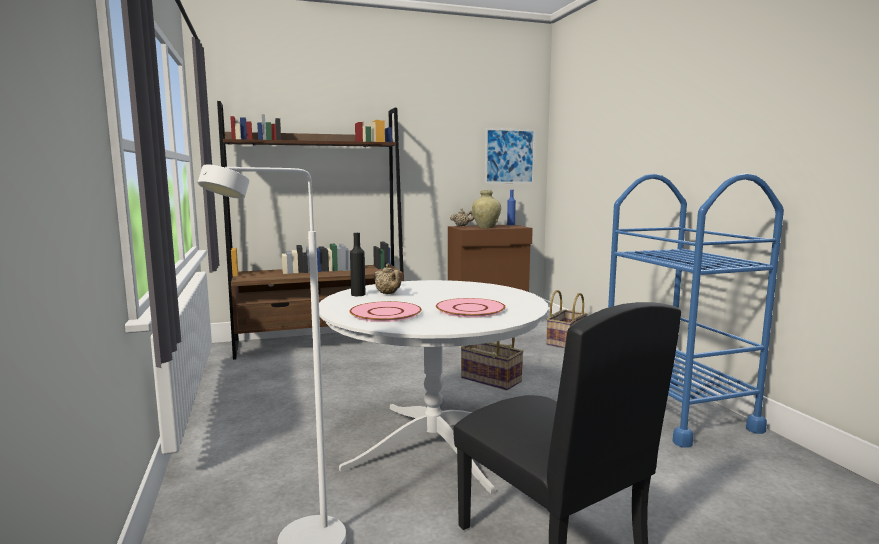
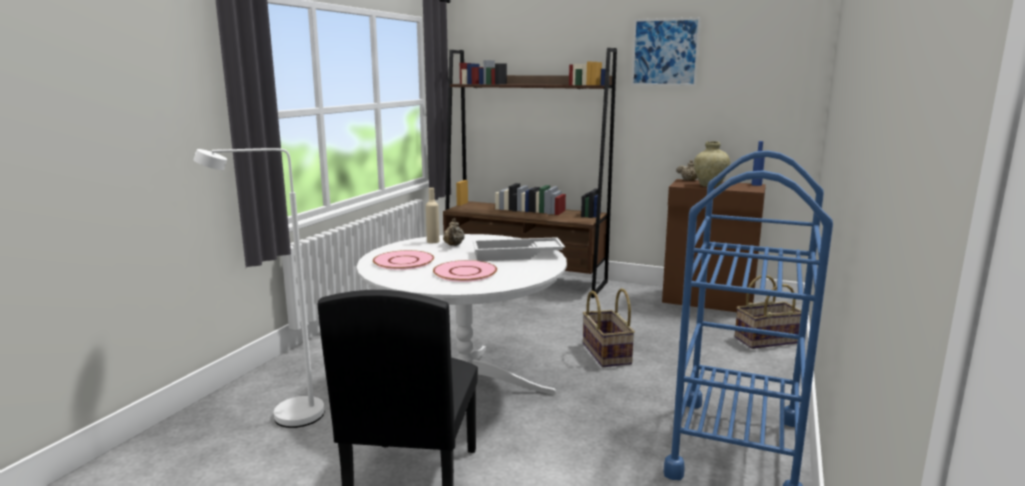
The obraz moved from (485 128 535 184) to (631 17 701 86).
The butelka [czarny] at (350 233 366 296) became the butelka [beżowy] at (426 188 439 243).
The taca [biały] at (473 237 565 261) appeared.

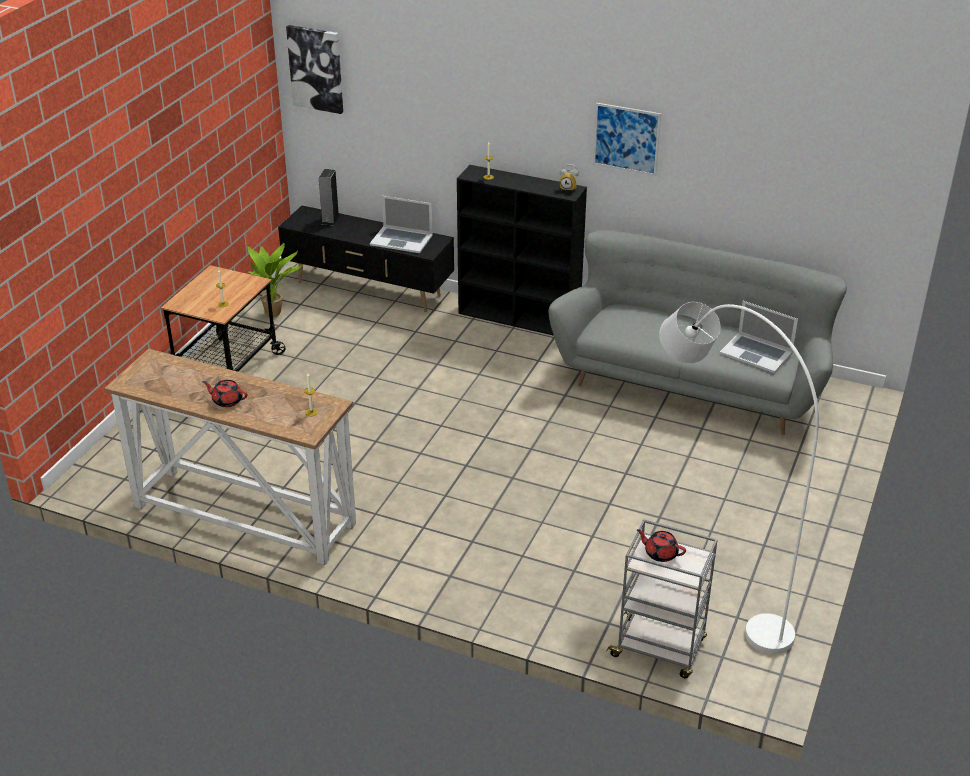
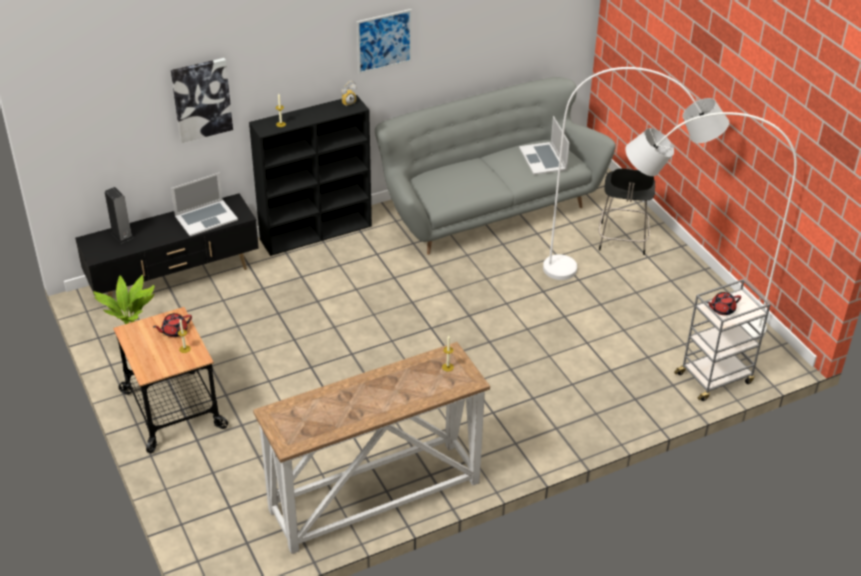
The obraz moved from (286 25 343 114) to (171 58 233 143).
The laptop at (720 301 798 373) turned 90 degrees clockwise.
The imbryk [czerwony] moved from (202 380 247 407) to (153 313 192 337).
The lampa stojąca [biały] at (543 67 729 280) appeared.
The stołek [czarny] at (598 168 655 255) appeared.

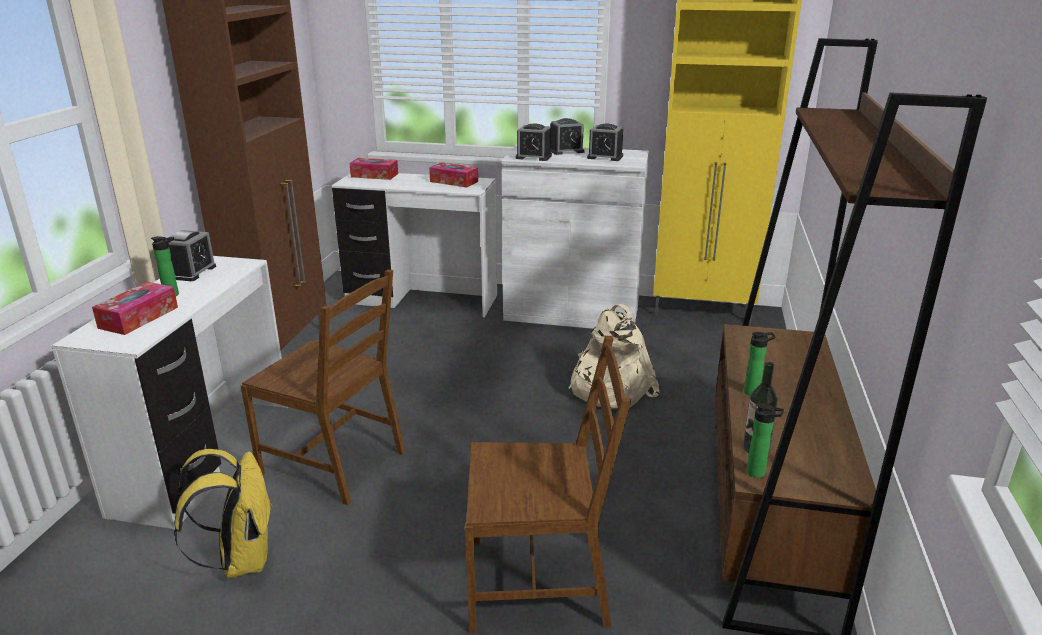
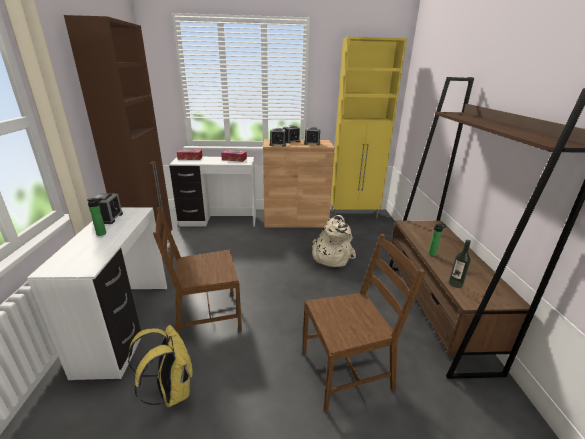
The szafka [biały] at (501 144 649 329) became the szafka [brązowy] at (263 139 335 228).
The krzesło [brązowy] at (241 269 405 505) turned 150 degrees clockwise.
The pudełko chusteczek at (92 282 178 335) disappeared.
The butelka at (746 403 784 478) disappeared.

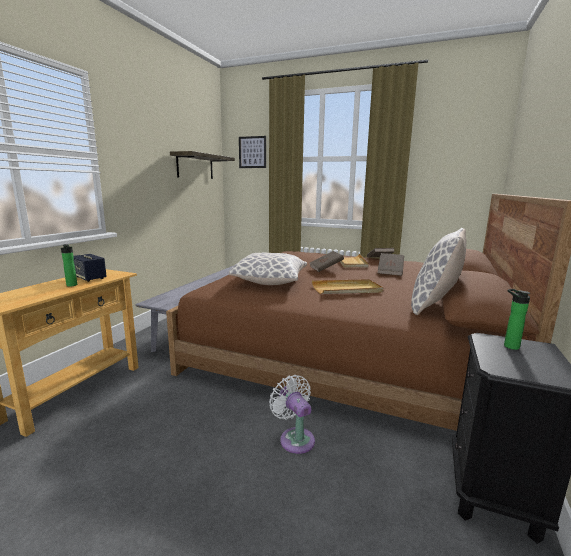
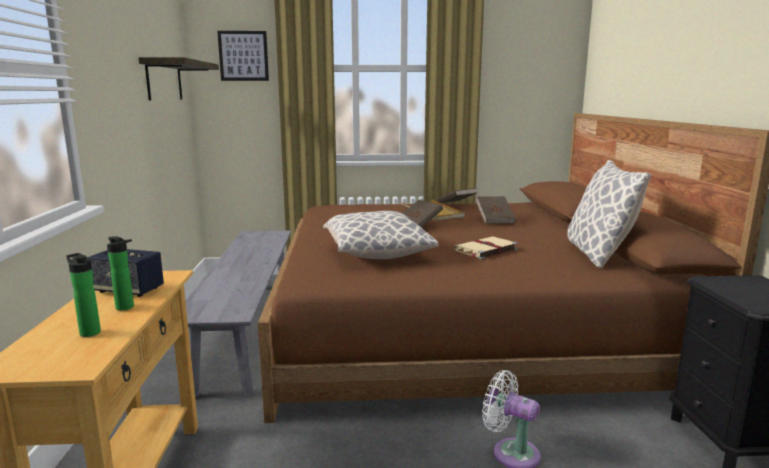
The taca [beżowy] at (312 279 383 294) was replaced by the książka [beżowy] at (454 236 518 259).
The butelka moved from (504 289 530 350) to (66 253 101 337).

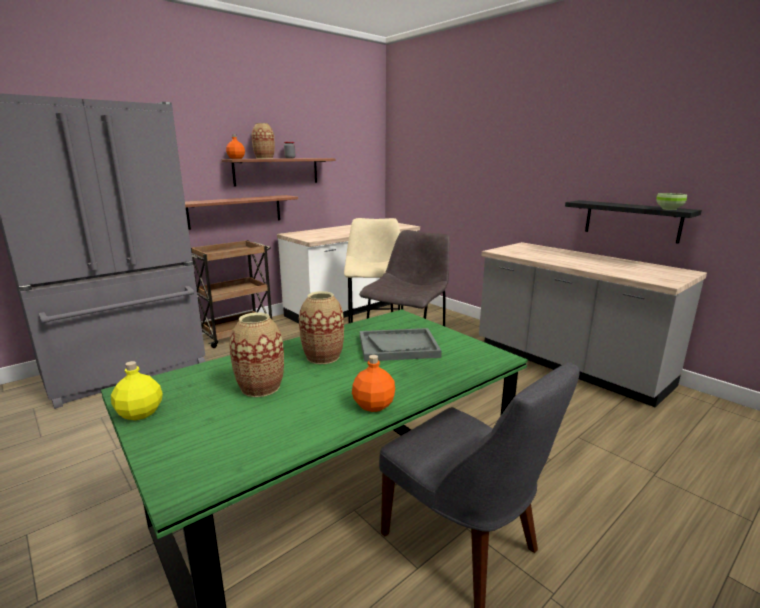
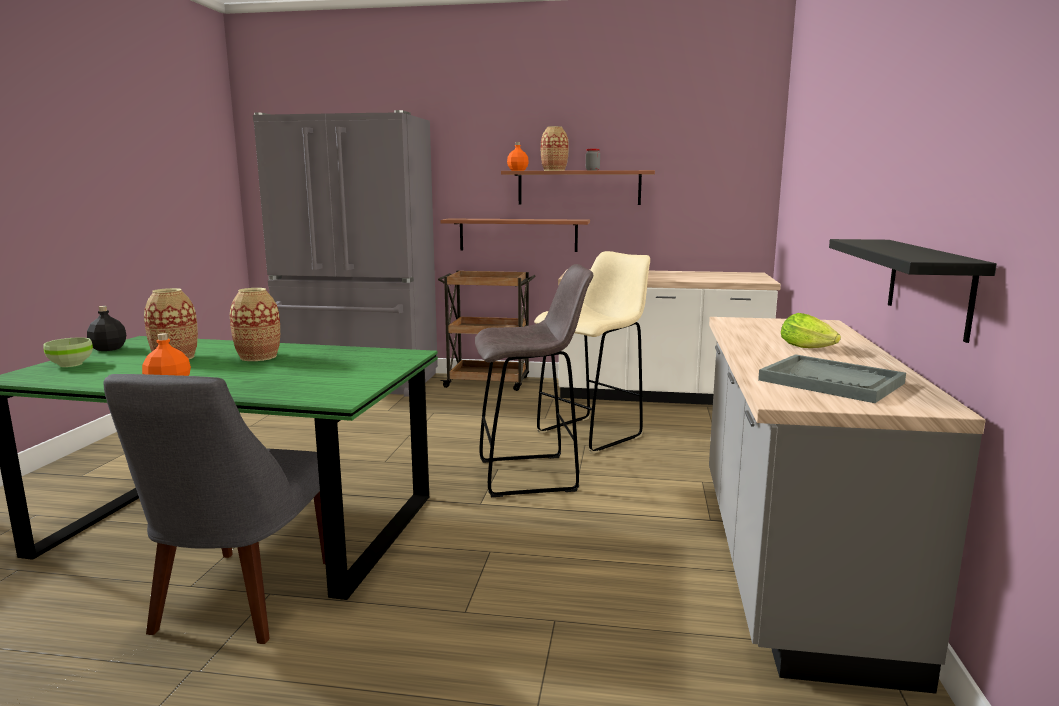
The miska [zielony] moved from (656 193 687 210) to (43 337 93 367).
The taca [szary] moved from (360 328 442 362) to (758 354 906 403).
The butelka [żółty] at (111 361 163 420) became the butelka [czarny] at (87 306 126 351).
The sałata at (781 313 841 348) appeared.

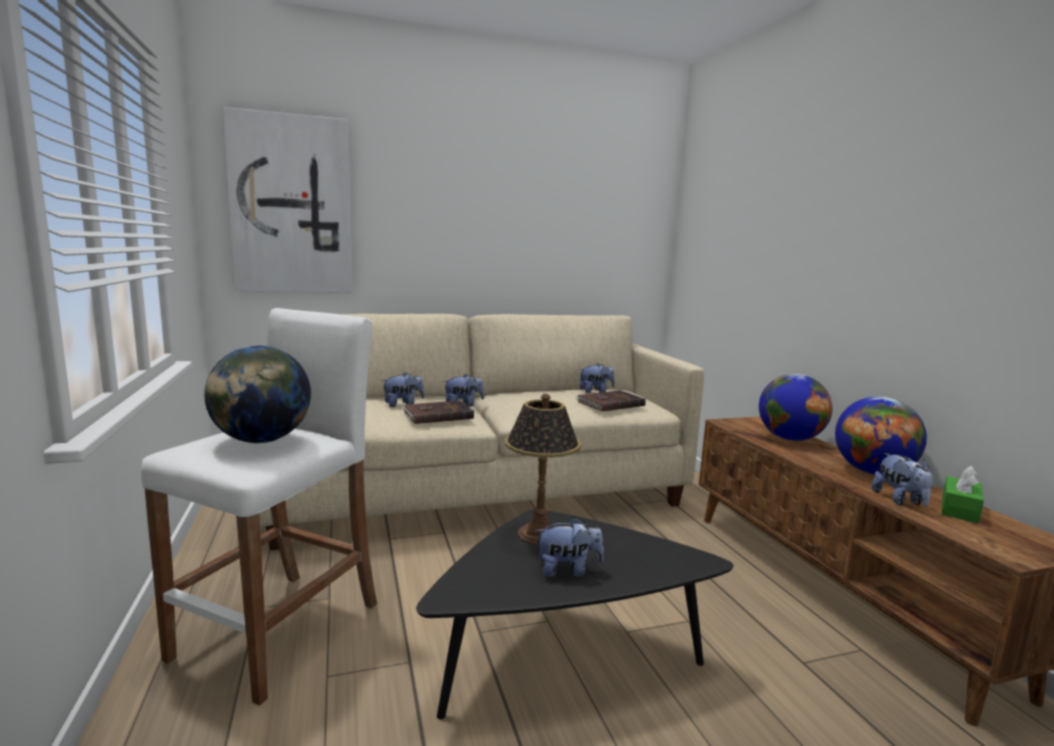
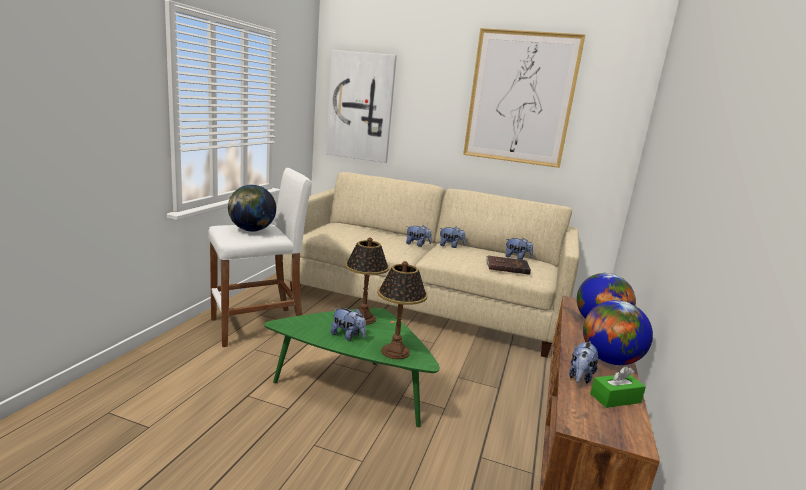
The pluszak moved from (381 373 425 407) to (439 227 466 248).
The książka [brązowy] at (403 401 474 424) disappeared.
The ława [czarny] at (416 509 734 720) became the ława [zielony] at (264 308 440 427).
The obraz at (463 28 586 168) appeared.
The lampa stołowa at (377 261 428 359) appeared.

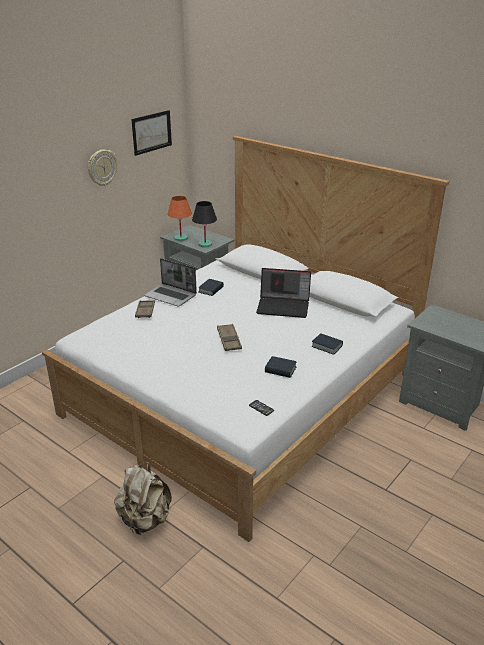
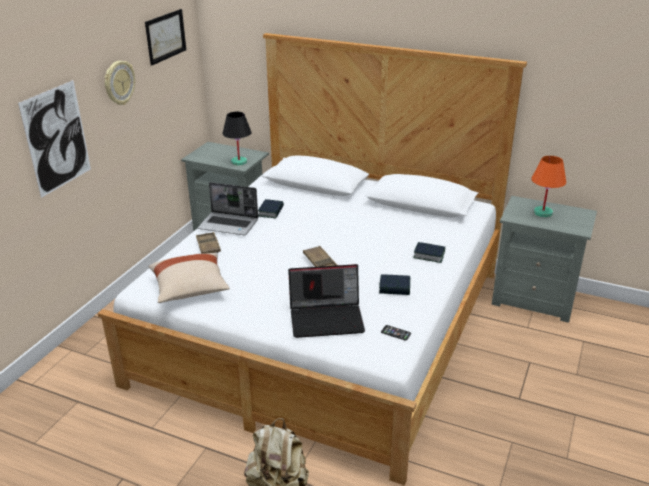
The lampa stołowa [pomarańczowy] moved from (168 196 192 241) to (531 156 566 217).
The laptop moved from (256 268 311 318) to (288 264 365 338).
The obraz at (18 80 91 198) appeared.
The poduszka [beżowy] at (149 253 230 303) appeared.

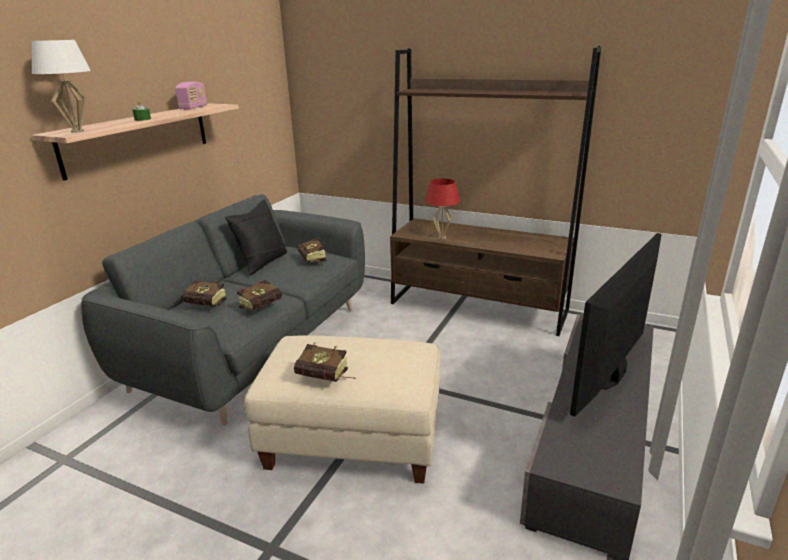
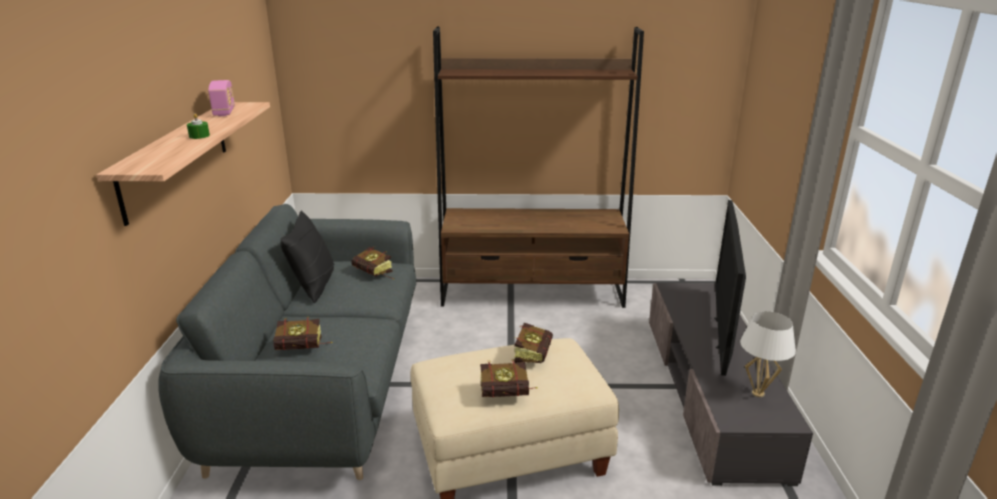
The lampa stołowa [biały] moved from (32 40 91 133) to (740 311 796 397).
The lampa stołowa [czerwony] at (425 179 460 239) disappeared.
The książka moved from (237 280 282 311) to (514 323 553 363).

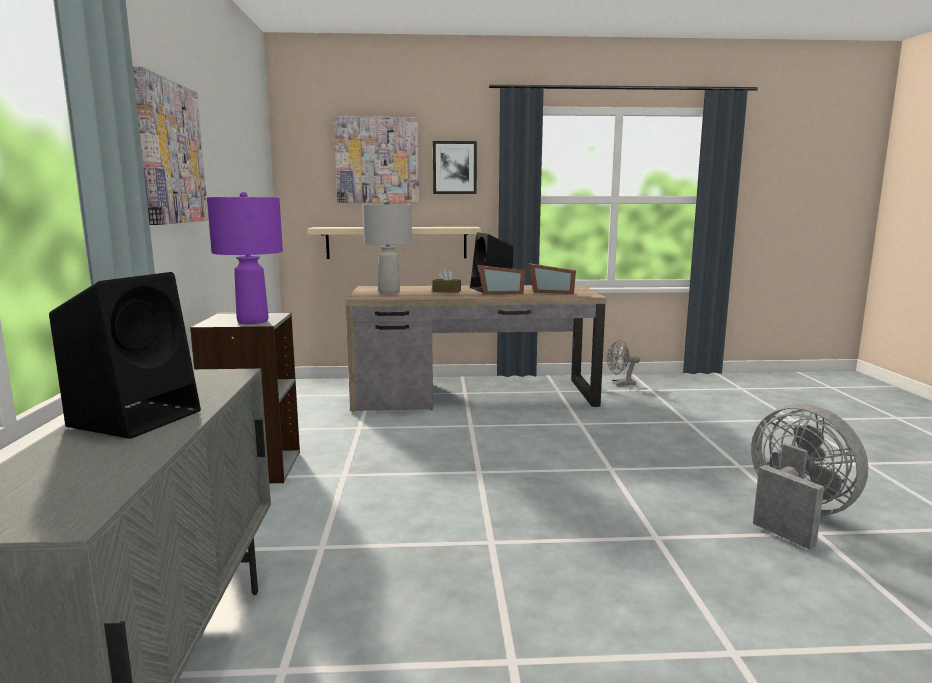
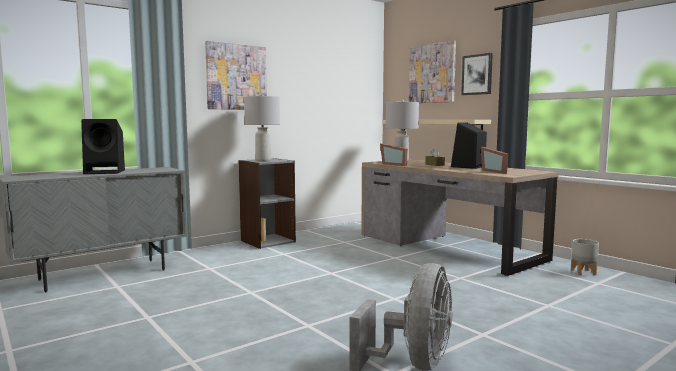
The lampa stołowa [fioletowy] at (207 192 283 324) became the lampa stołowa [szary] at (244 94 280 162).
The ramka na zdjęcie moved from (478 265 525 295) to (380 143 408 166).
The wentylator [szary] at (607 340 640 386) was replaced by the donica [szary] at (571 239 599 276).

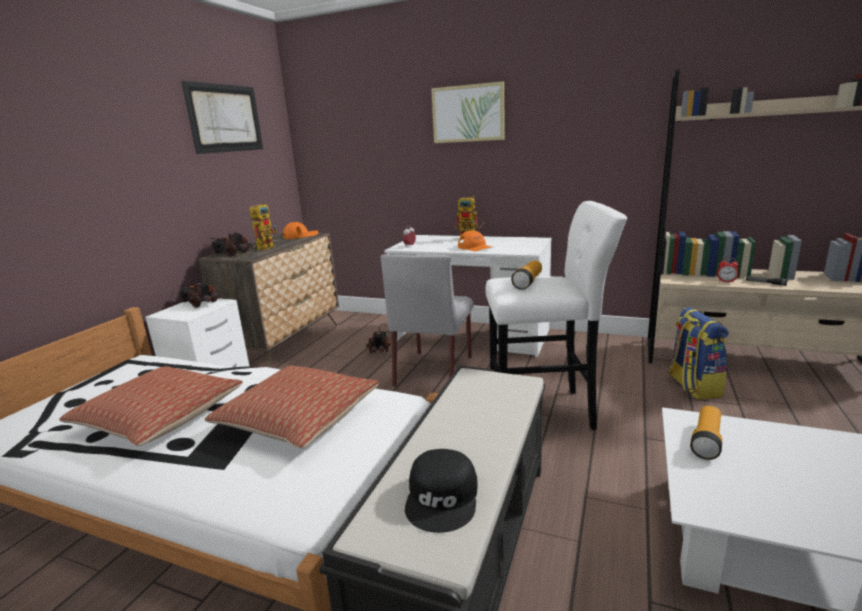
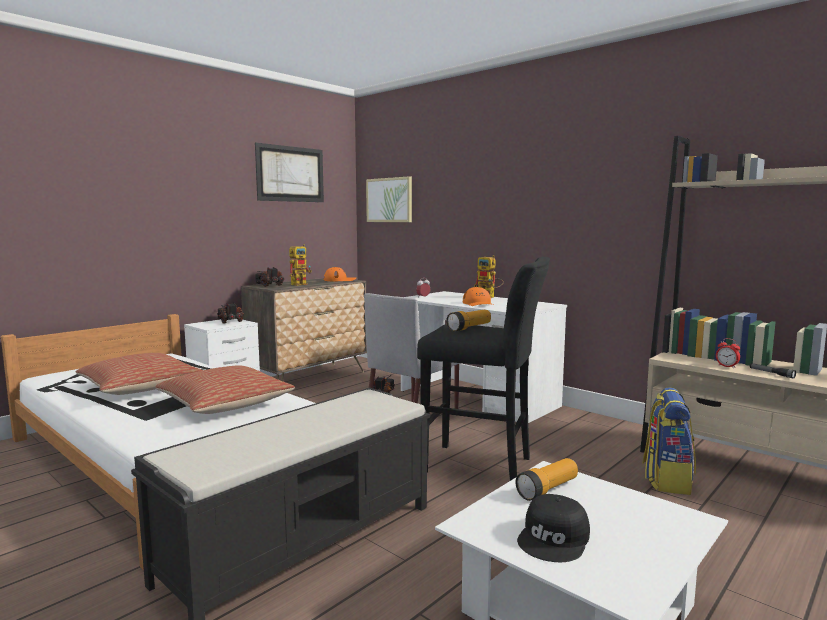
The obraz moved from (431 82 505 143) to (366 176 412 222).
The stołek [biały] at (485 201 627 430) became the stołek [czarny] at (417 257 550 481).
The czapka z daszkiem [czarny] moved from (405 449 478 533) to (517 494 590 562).

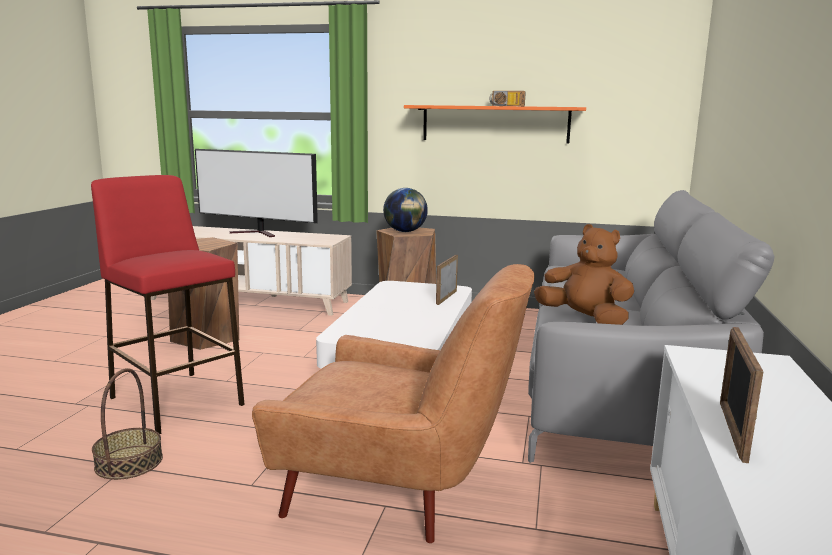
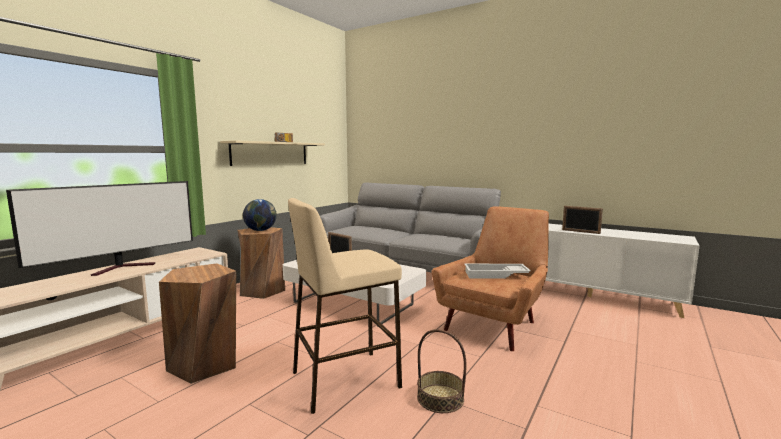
The półka [pomarańczowy] at (404 105 586 143) became the półka [beżowy] at (220 140 325 166).
The stołek [czerwony] at (91 175 245 434) became the stołek [beżowy] at (288 198 402 414).
The pluszak [brązowy] at (534 224 634 325) disappeared.
The taca [biały] at (464 264 531 279) appeared.

